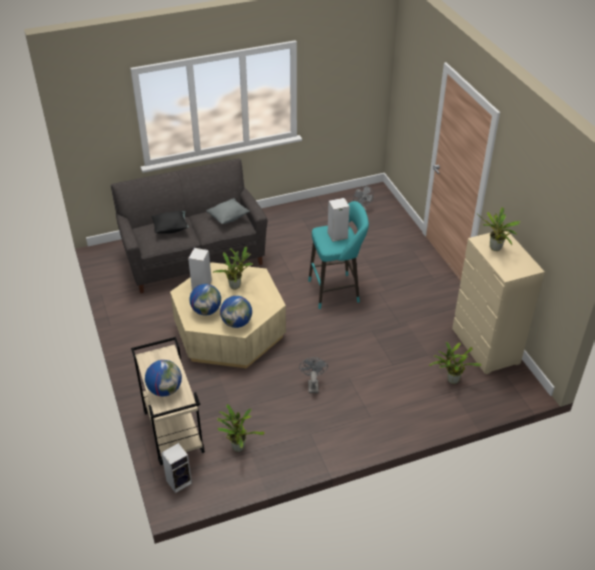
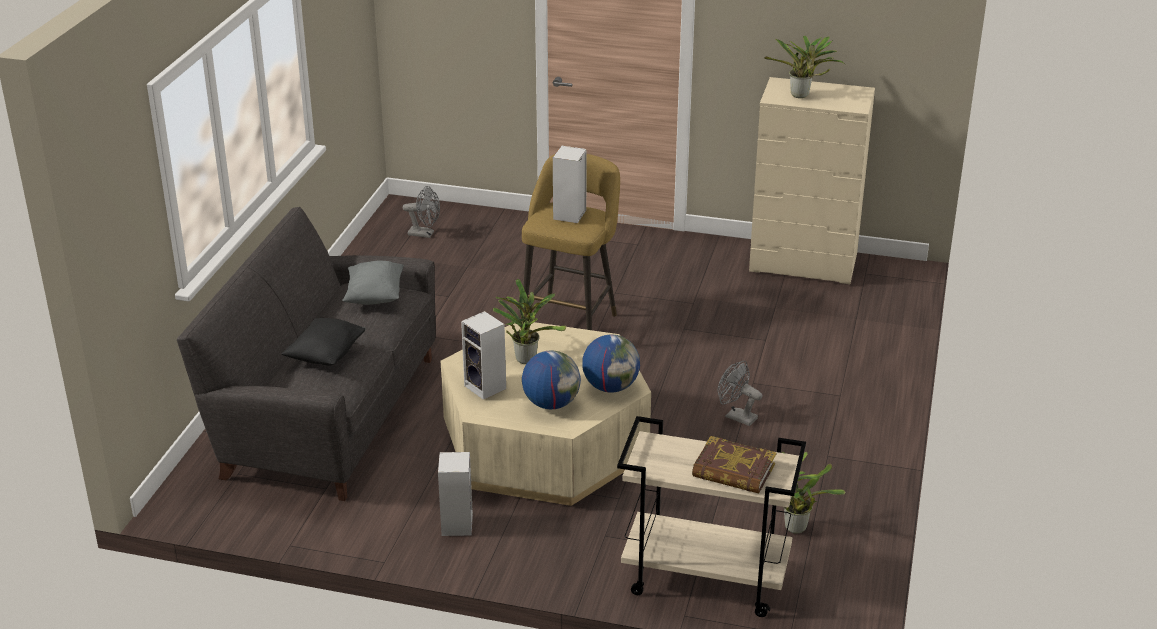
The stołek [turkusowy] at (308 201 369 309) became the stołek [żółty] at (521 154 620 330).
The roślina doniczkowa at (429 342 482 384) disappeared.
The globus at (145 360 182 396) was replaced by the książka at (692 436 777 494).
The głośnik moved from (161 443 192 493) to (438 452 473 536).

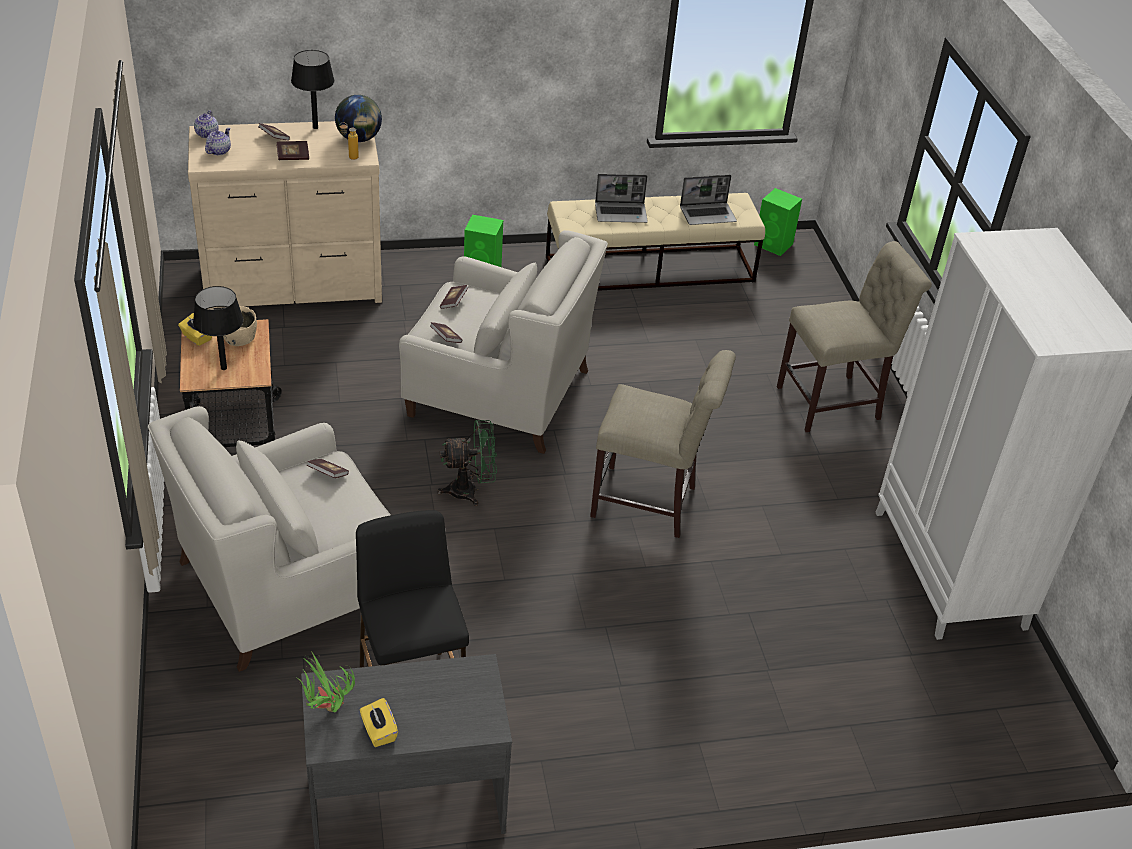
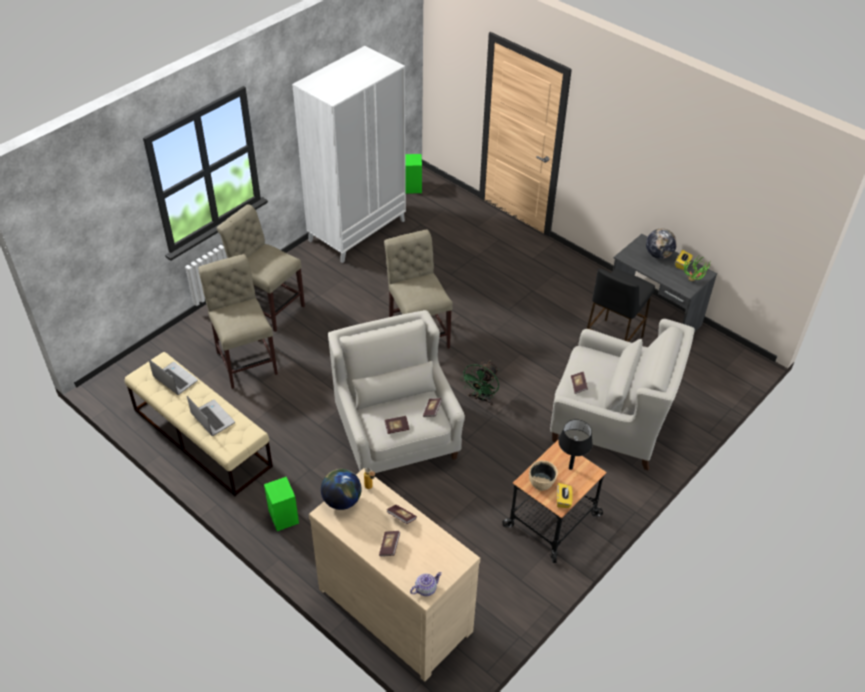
The lampa stołowa [czarny] at (291 50 334 129) disappeared.
The imbryk at (205 128 231 155) disappeared.
The głośnik [zielony] moved from (754 188 802 256) to (405 154 422 193).
The wentylator [zielony] at (437 420 497 506) turned 105 degrees counterclockwise.
The globus at (646 229 677 259) appeared.
The krzesło [beżowy] at (198 254 278 389) appeared.

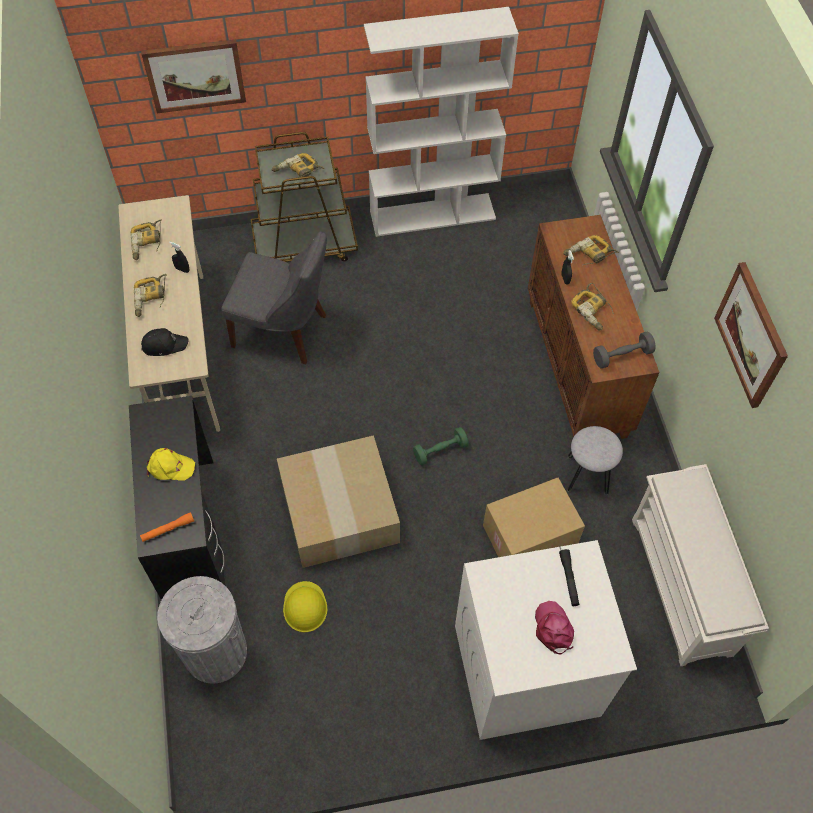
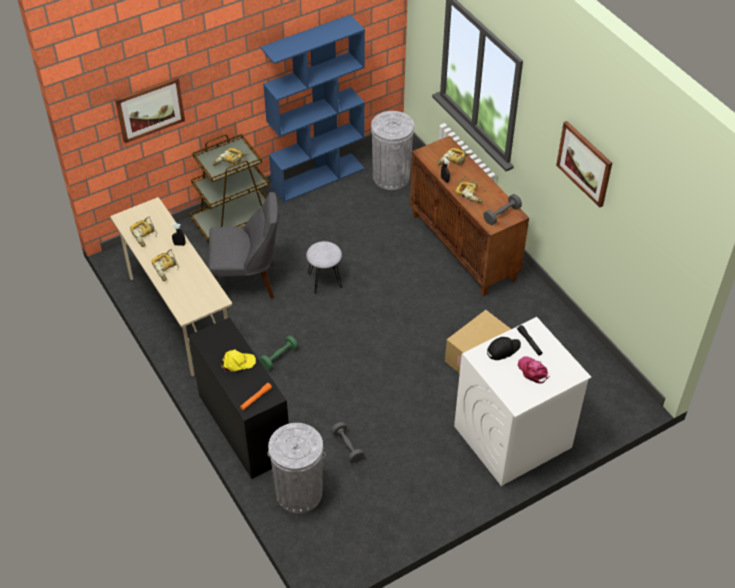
The regał [biały] at (364 7 519 237) became the regał [niebieski] at (260 15 365 202).
The czapka z daszkiem [czarny] moved from (141 328 188 356) to (487 337 521 360).
The stołek [szary] moved from (567 426 623 495) to (306 241 342 295).
The hantel [zielony] moved from (413 427 469 465) to (260 336 298 370).
The karton at (277 435 400 568) disappeared.
The regał na buty [biały] at (632 464 769 666) disappeared.
The kask [żółty] at (283 581 327 632) was replaced by the hantel [szary] at (331 422 364 463).
The kosz na śmieci [szary] at (371 111 414 190) appeared.

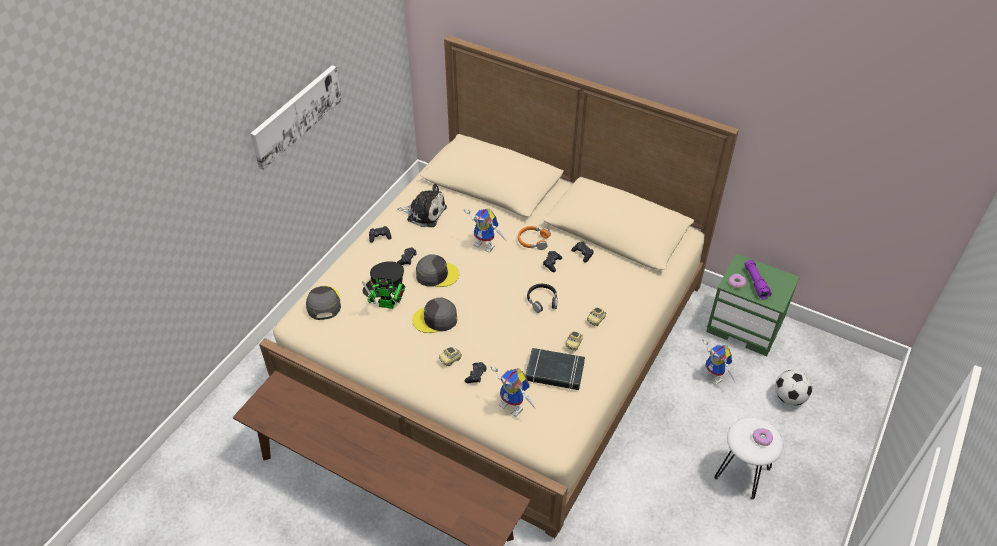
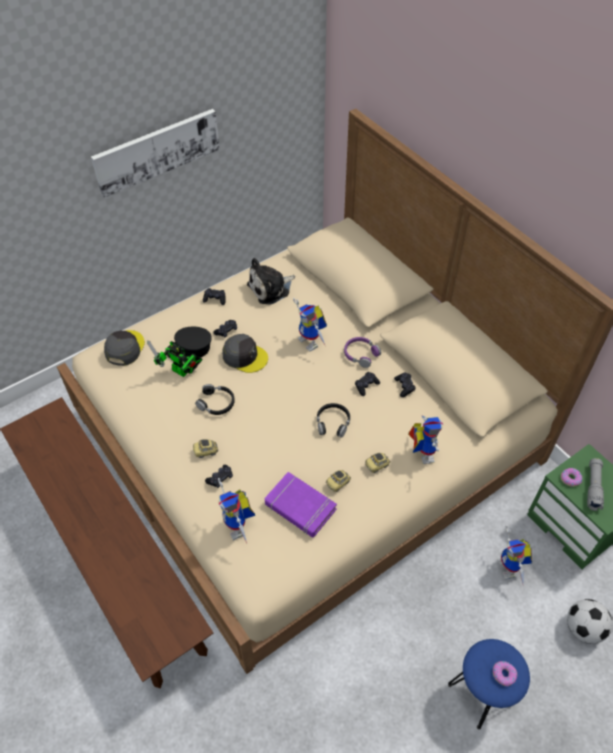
The pluszak at (398 184 447 227) turned 105 degrees clockwise.
The słuchawki [pomarańczowy] at (518 226 551 250) became the słuchawki [fioletowy] at (344 337 381 368).
The latarka [fioletowy] at (744 260 772 300) became the latarka [szary] at (587 458 604 511).
The czapka z daszkiem [szary] at (412 297 457 333) was replaced by the słuchawki [czarny] at (195 384 235 415).
The książka [czarny] at (525 348 585 390) became the książka [fioletowy] at (265 472 337 537).
The stołek [biały] at (714 417 783 500) became the stołek [niebieski] at (448 639 530 730).
The robot zabawkowy at (408 415 443 464) appeared.

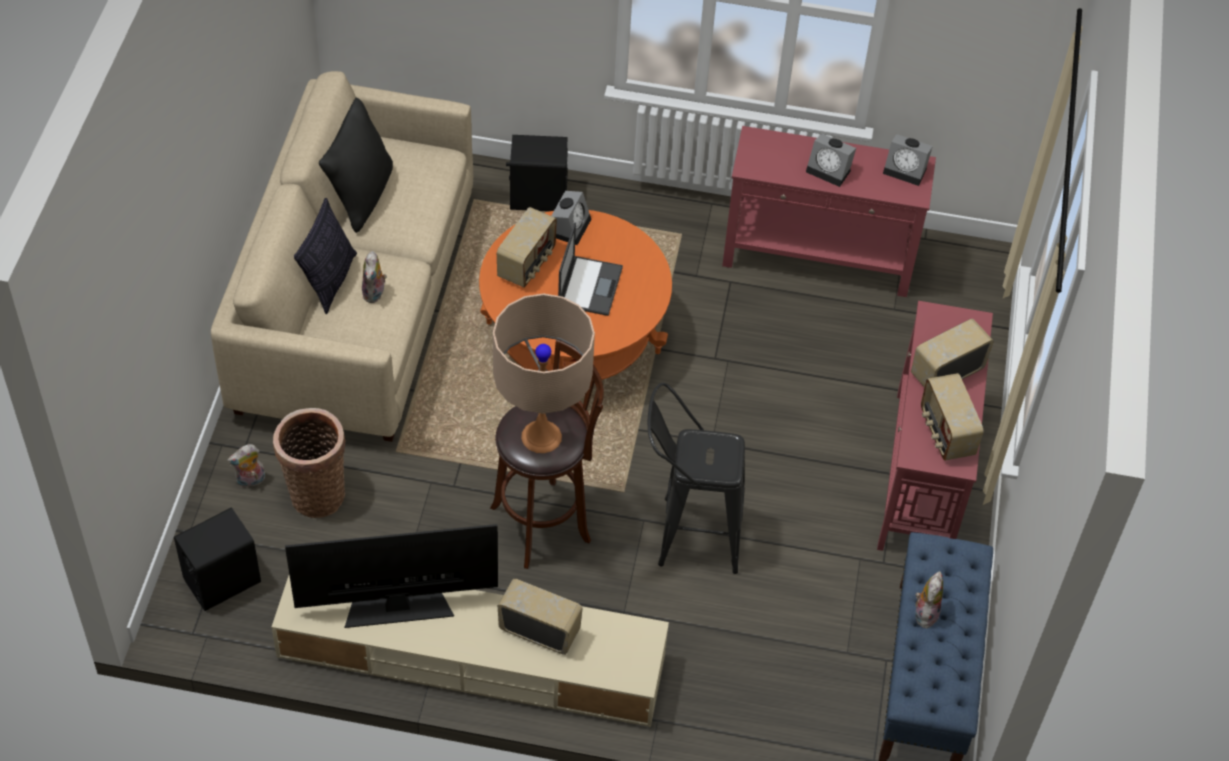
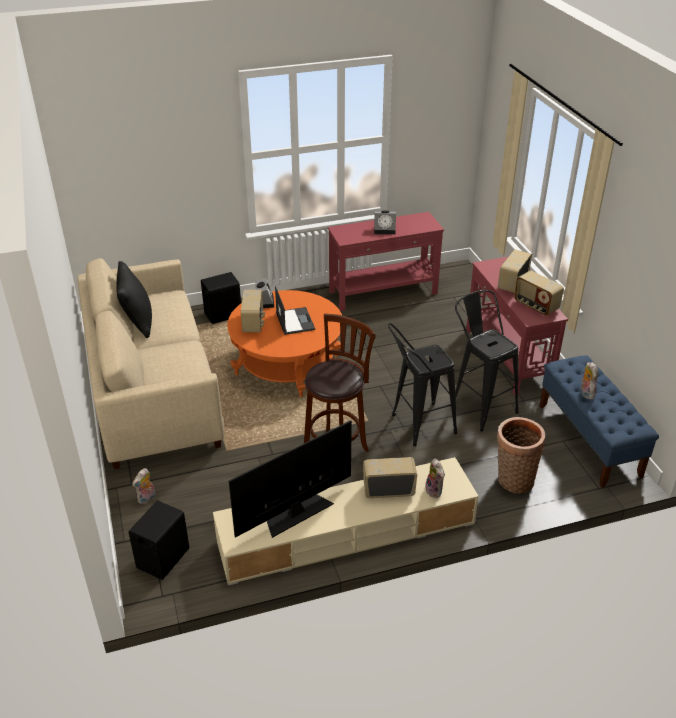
The budzik at (883 134 933 186) disappeared.
The poduszka at (294 198 357 314) disappeared.
The pluszak moved from (362 251 387 303) to (425 458 445 498).
The lampa stołowa [beżowy] at (493 294 595 453) disappeared.
The koszyk moved from (273 408 346 518) to (497 417 545 493).
The stołek [czarny] at (455 290 519 431) appeared.

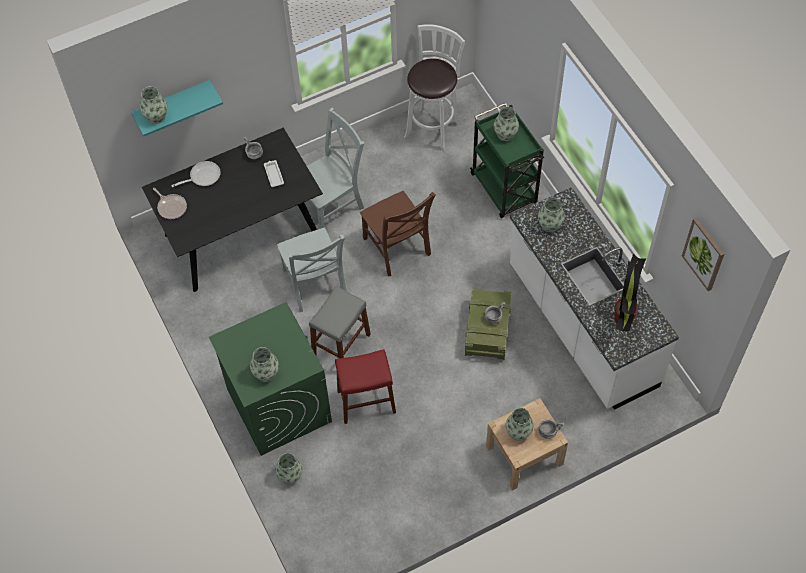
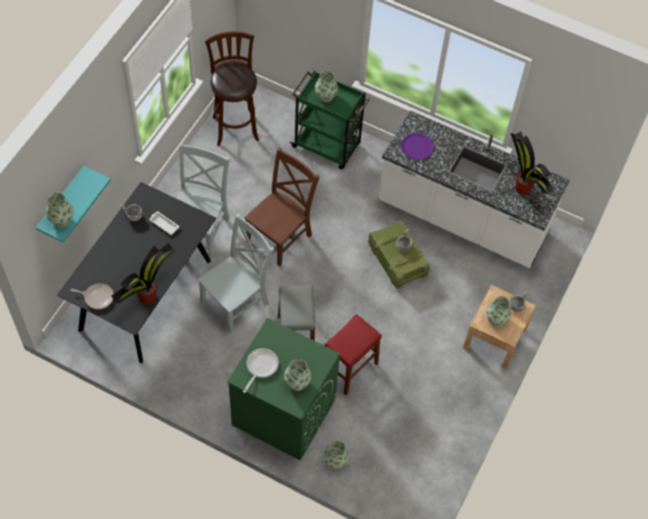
The stołek [biały] at (404 24 465 152) became the stołek [brązowy] at (205 31 259 146).
The patelnia moved from (171 161 221 187) to (243 348 279 393).
The krzesło [brązowy] at (360 191 436 276) turned 75 degrees counterclockwise.
The wazon at (538 197 565 232) was replaced by the talerz [fioletowy] at (401 133 434 160).
The obraz at (682 217 724 291) disappeared.
The krzesło [szary] at (277 227 347 312) turned 75 degrees counterclockwise.
The roślina doniczkowa at (111 243 176 304) appeared.

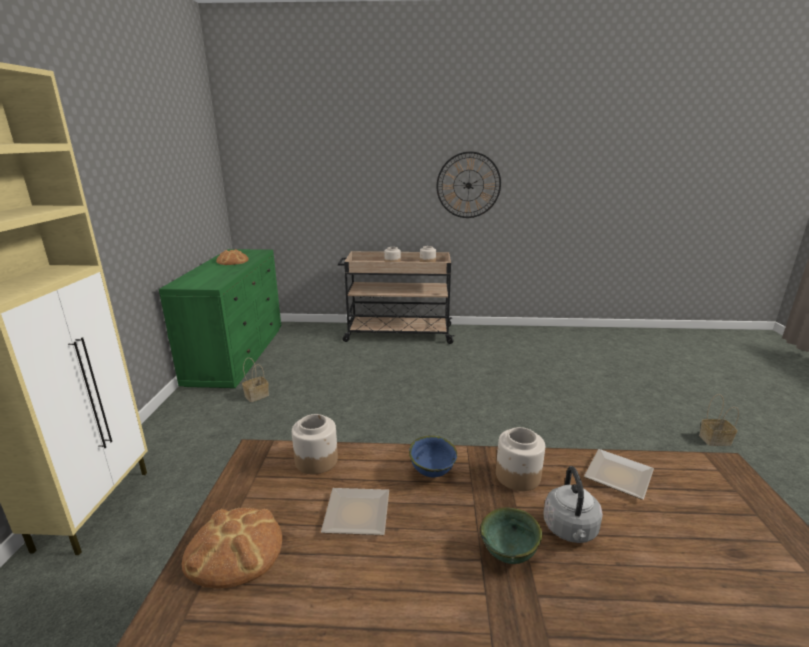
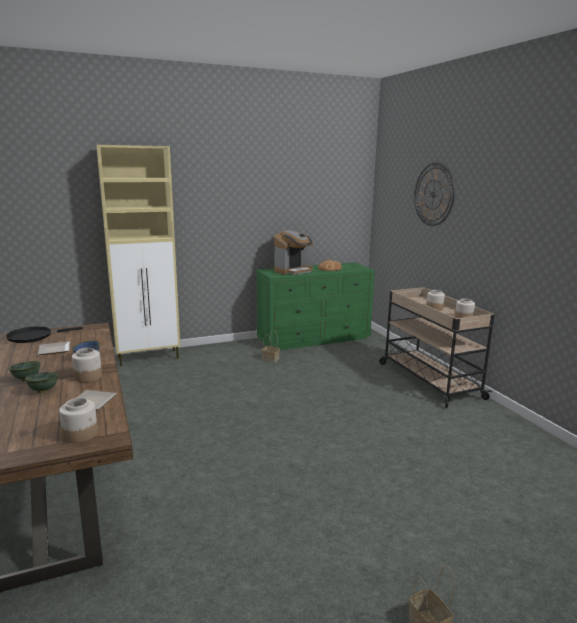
The zegar ścienny moved from (437 151 501 218) to (414 163 455 226).
The słoik moved from (292 414 338 475) to (59 398 98 443).
The czajnik [szary] at (543 466 603 543) was replaced by the miska [zielony] at (25 372 59 393).
The chleb at (182 508 282 589) was replaced by the patelnia [czarny] at (6 326 83 343).
The ekspres do kawy at (274 230 313 275) appeared.

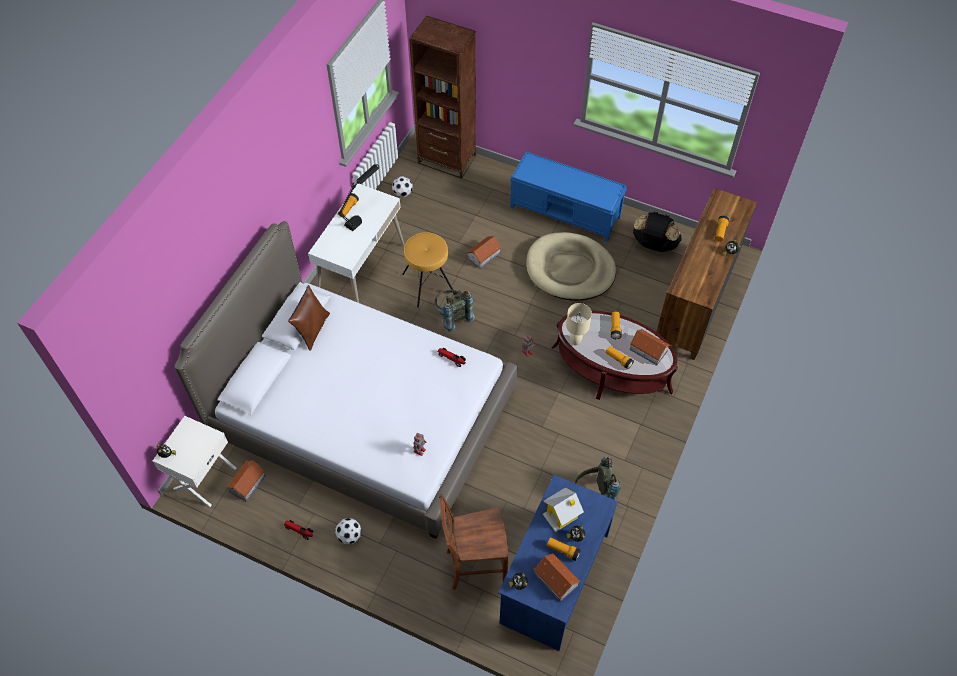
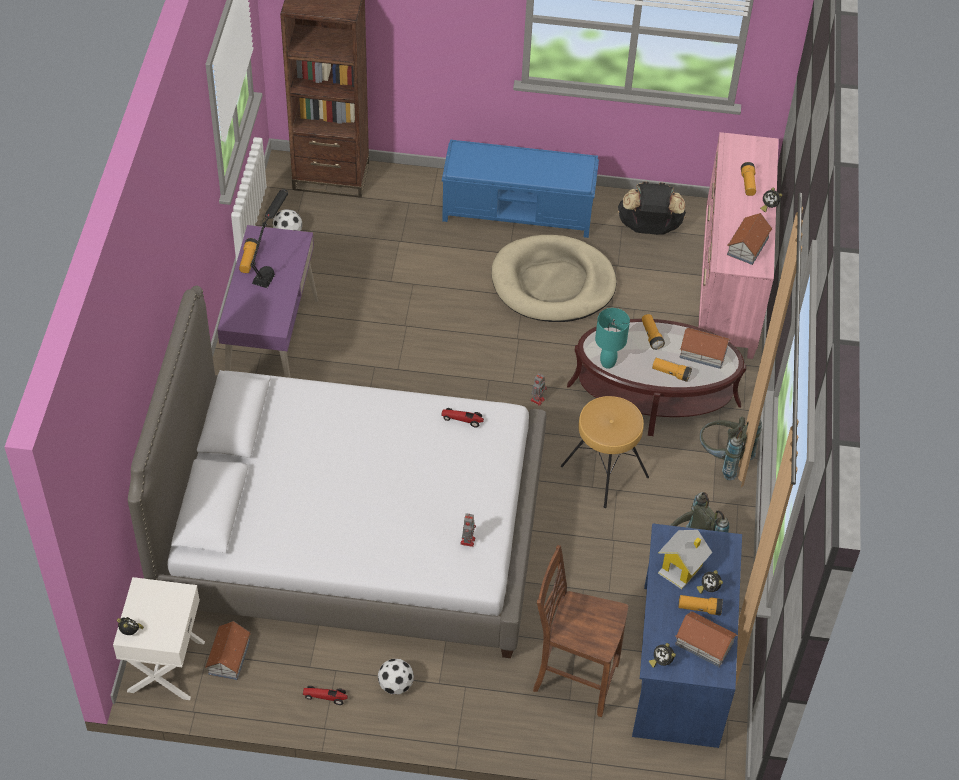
The biurko [biały] at (308 184 405 303) became the biurko [fioletowy] at (217 225 318 378).
The komoda [brązowy] at (657 188 757 360) became the komoda [różowy] at (698 132 779 359).
The stołek [brązowy] moved from (402 232 456 307) to (561 396 649 508).
The domek moved from (467 236 502 269) to (727 213 772 265).
The poduszka [brązowy] at (288 285 330 351) disappeared.
The plecak [szary] moved from (434 290 475 332) to (700 417 762 481).
The lampa stołowa [beżowy] at (566 303 592 345) became the lampa stołowa [turkusowy] at (595 308 630 369).
The krzesło [brązowy] at (439 494 508 590) turned 45 degrees clockwise.

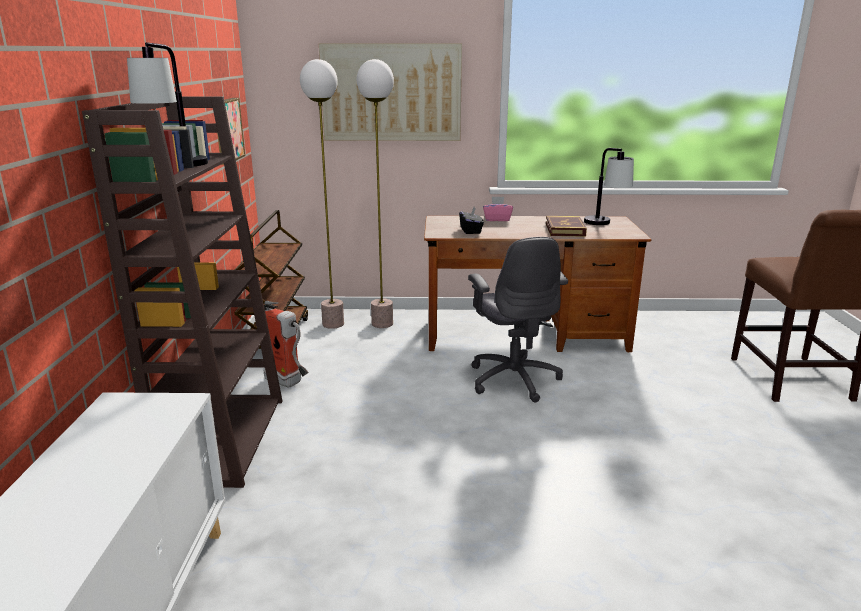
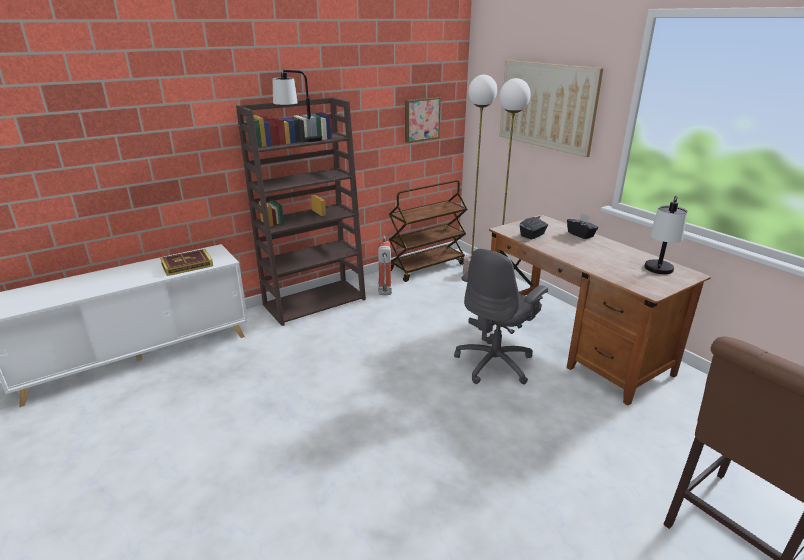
The pudełko chusteczek [różowy] at (483 197 513 221) became the pudełko chusteczek [czarny] at (567 214 598 239).
The książka moved from (546 216 587 237) to (160 249 213 276).

